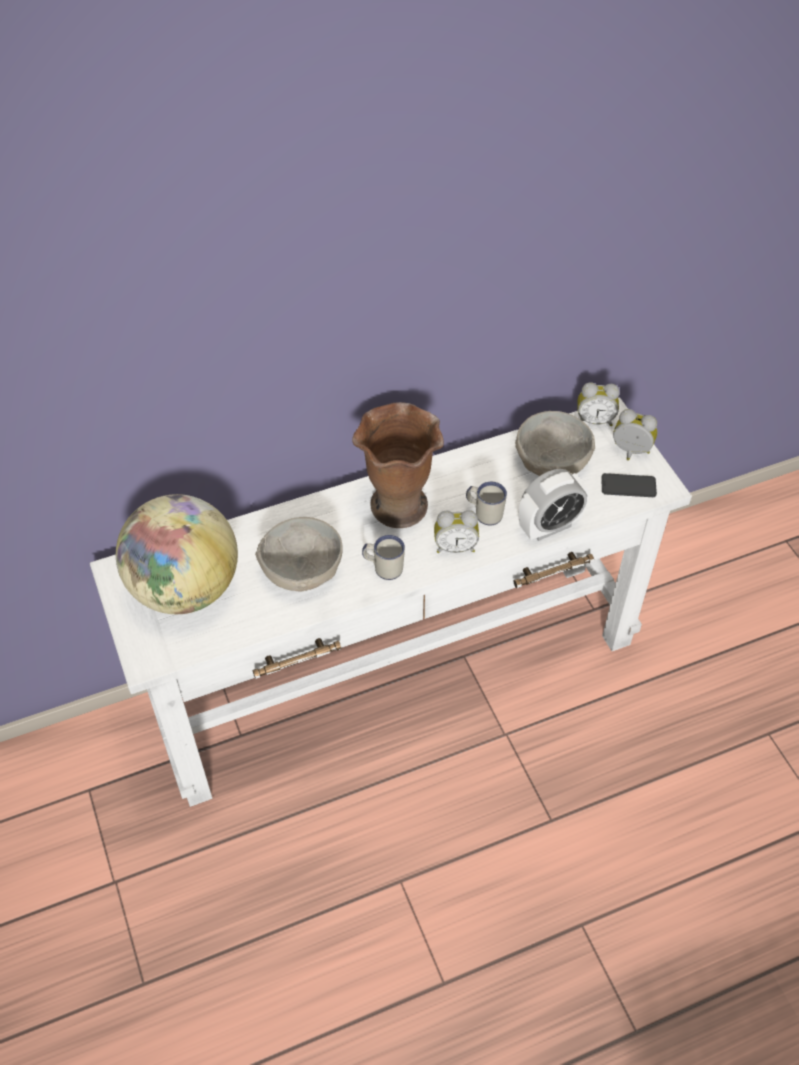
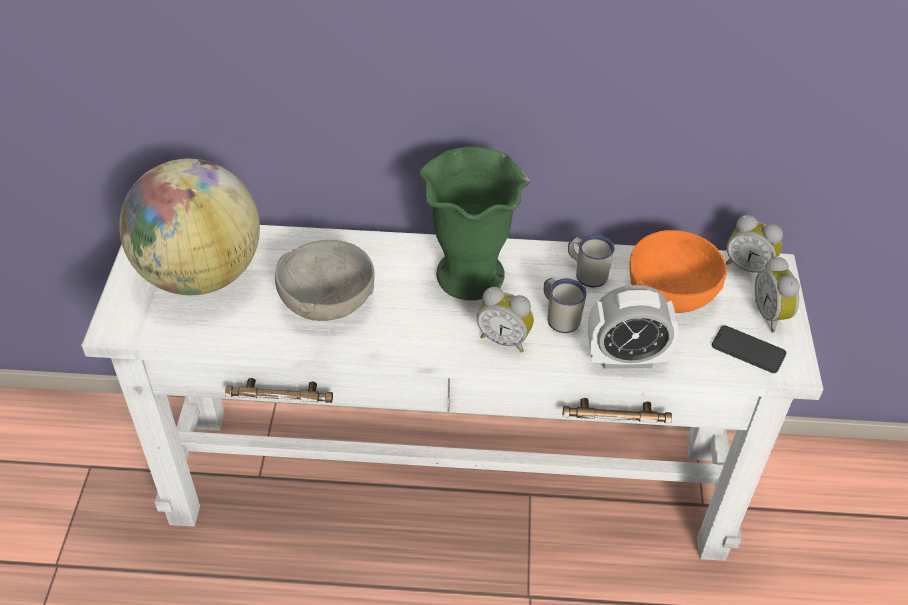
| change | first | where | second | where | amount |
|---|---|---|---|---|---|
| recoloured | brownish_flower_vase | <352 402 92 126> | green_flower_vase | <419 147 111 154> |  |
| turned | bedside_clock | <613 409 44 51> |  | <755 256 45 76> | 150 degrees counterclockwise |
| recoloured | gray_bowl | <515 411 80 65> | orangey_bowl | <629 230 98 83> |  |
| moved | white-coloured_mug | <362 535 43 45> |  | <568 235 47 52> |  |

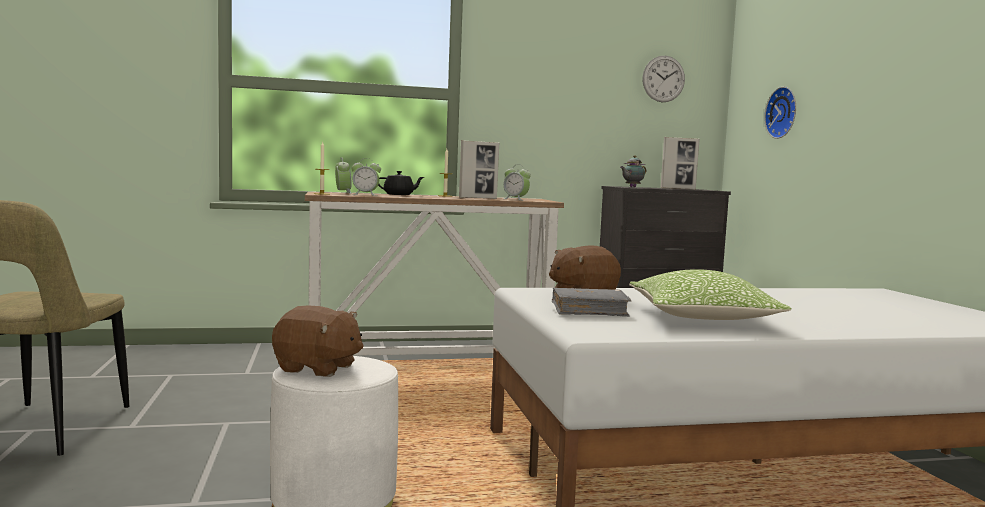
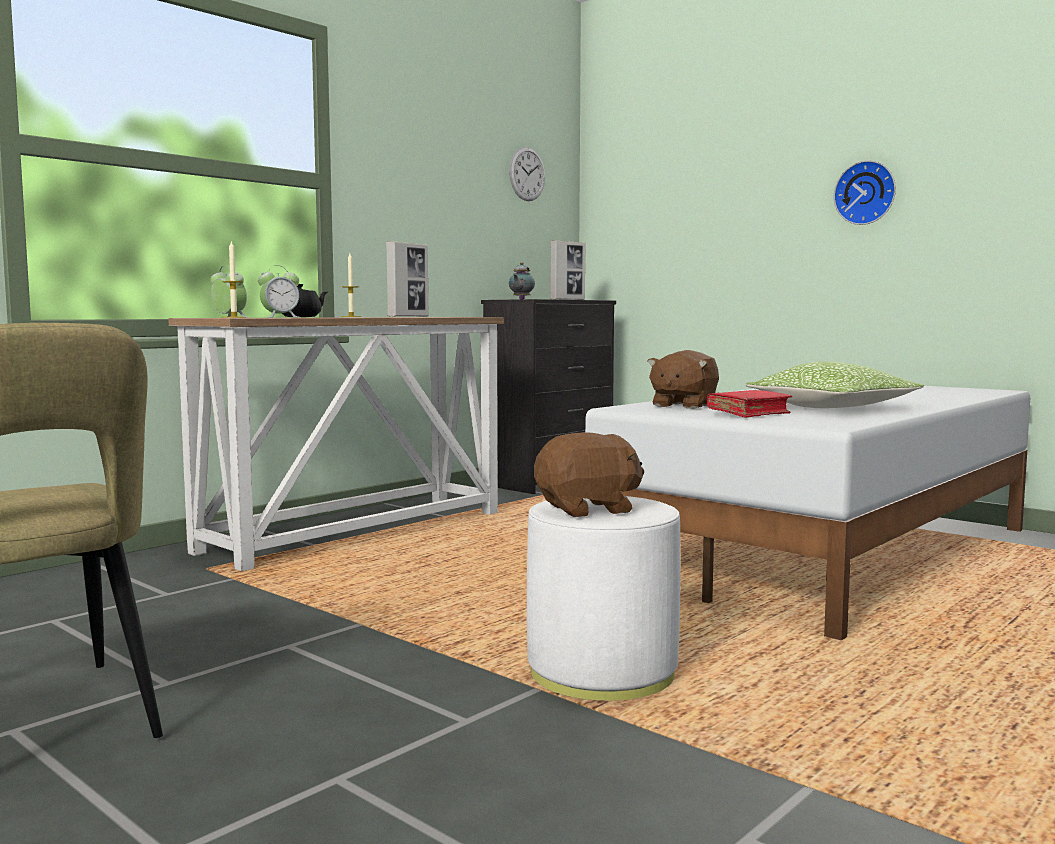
| change | first | where | second | where | amount |
|---|---|---|---|---|---|
| moved | hanging_clock | <764 87 32 52> |  | <834 160 62 65> |  |
| removed | bedside_clock | <504 164 27 36> |  |  |  |
| recoloured | gray_book | <552 288 79 29> | red-coloured_book | <707 390 85 28> |  |

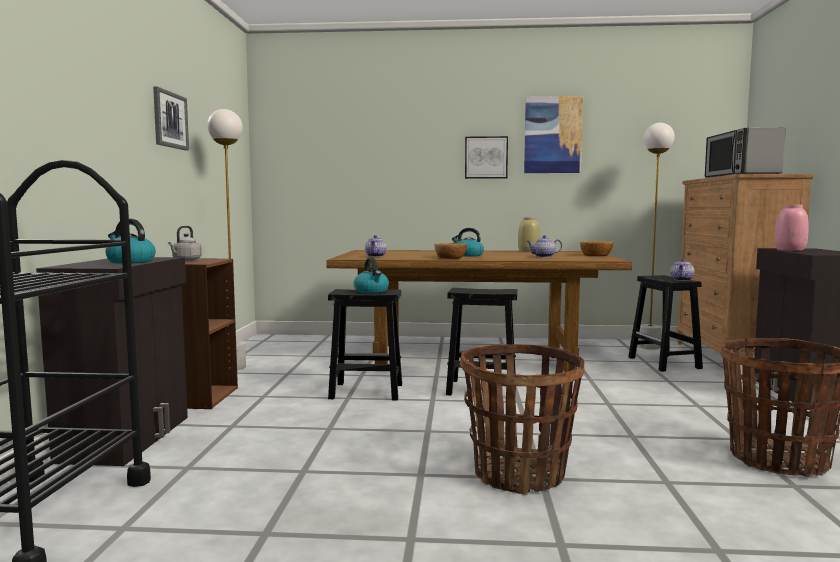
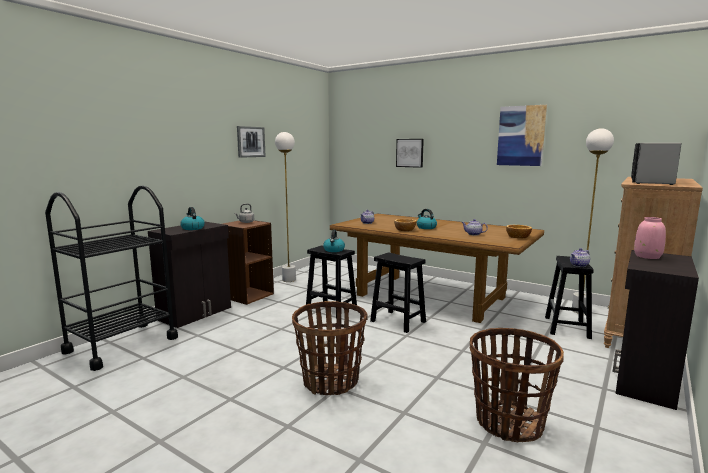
| change | first | where | second | where | amount |
|---|---|---|---|---|---|
| moved | picture | <465 136 43 43> |  | <396 139 28 29> |  |
| removed | beige-coloured_flower_vase | <518 217 22 35> |  |  |  |

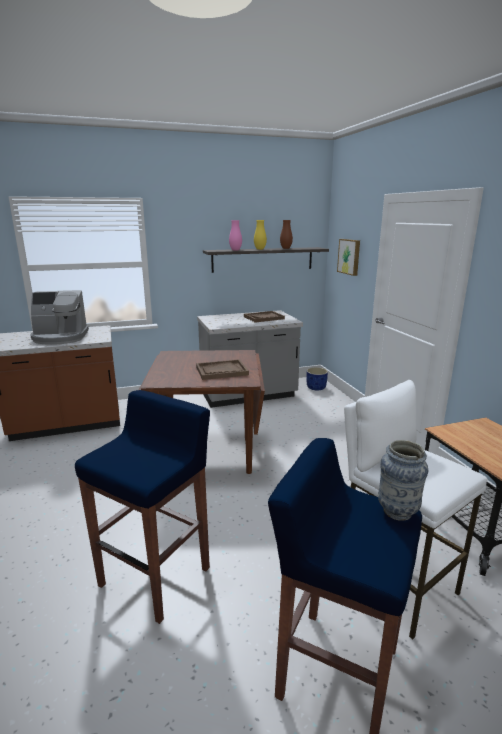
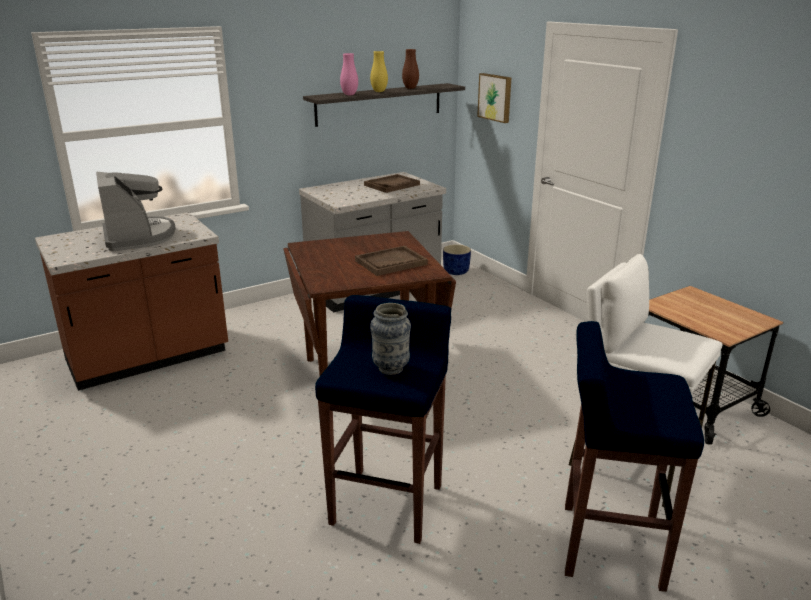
| change | first | where | second | where | amount |
|---|---|---|---|---|---|
| turned | coffee_machine | <30 290 59 55> |  | <96 171 80 80> | 90 degrees counterclockwise |
| moved | flower_vase | <378 440 50 81> |  | <370 303 41 72> |  |

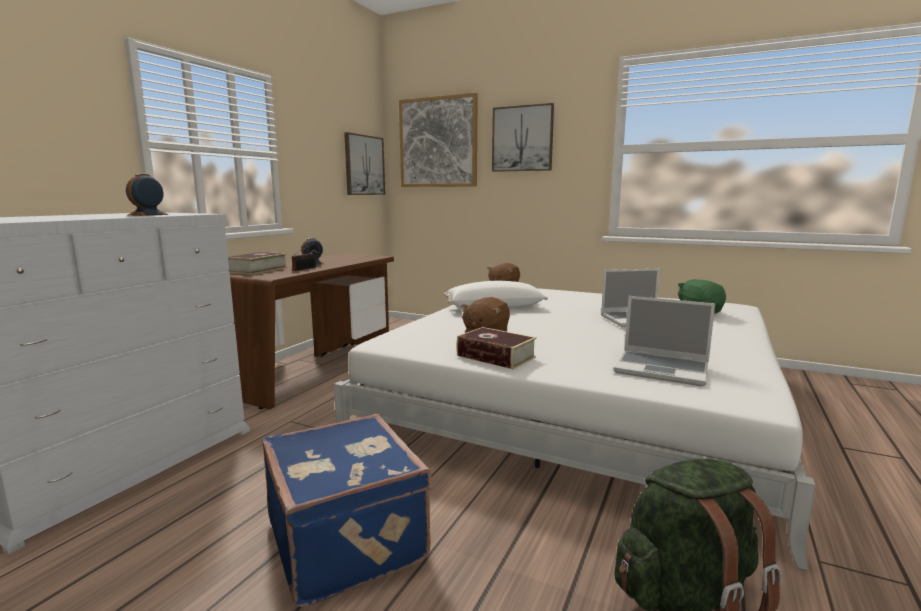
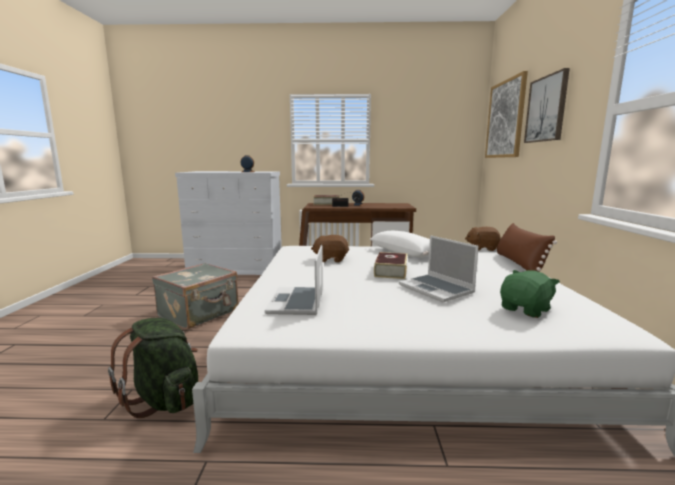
| change | first | where | second | where | amount |
|---|---|---|---|---|---|
| removed | picture | <344 132 41 63> |  |  |  |
| moved | book | <457 327 80 42> |  | <374 252 34 27> |  |
| recoloured | blue_piece_of_luggage | <262 414 170 194> | gray_piece_of_luggage | <152 263 86 67> |  |
| added |  |  | brownish_cushion | <497 223 60 49> |  |

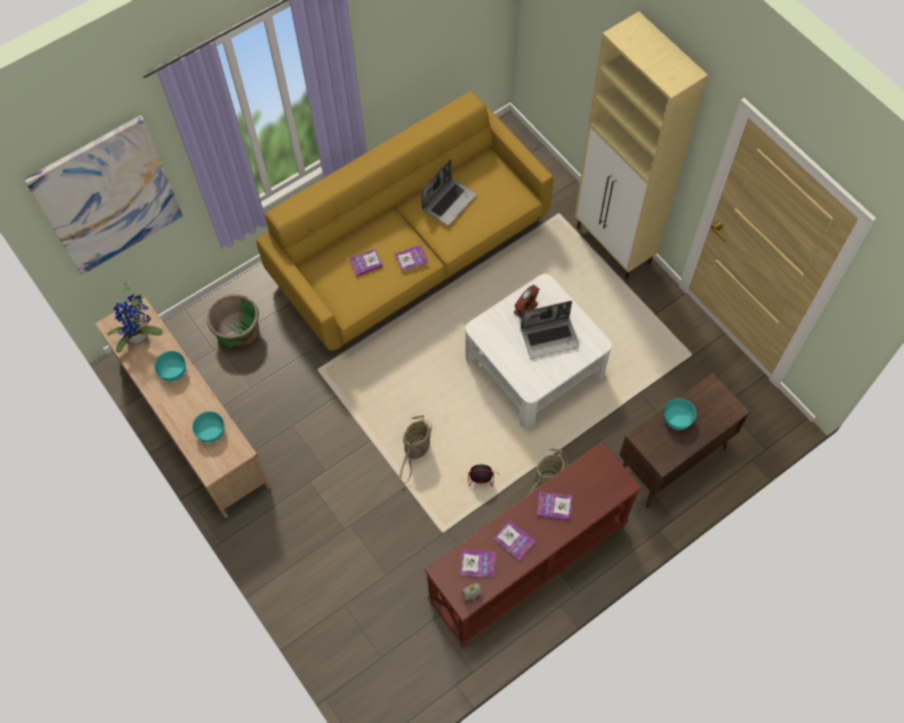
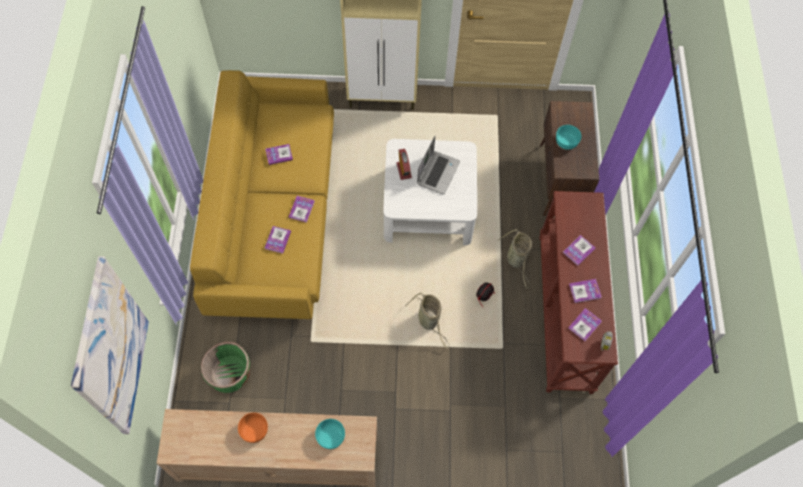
| change | first | where | second | where | amount |
|---|---|---|---|---|---|
| replaced | portable_computer | <421 159 56 67> | book | <265 144 28 21> |  |
| removed | houseplant | <107 277 56 76> |  |  |  |
| recoloured | turquoise_bowl | <155 351 31 31> | orangey_bowl | <238 413 30 30> |  |

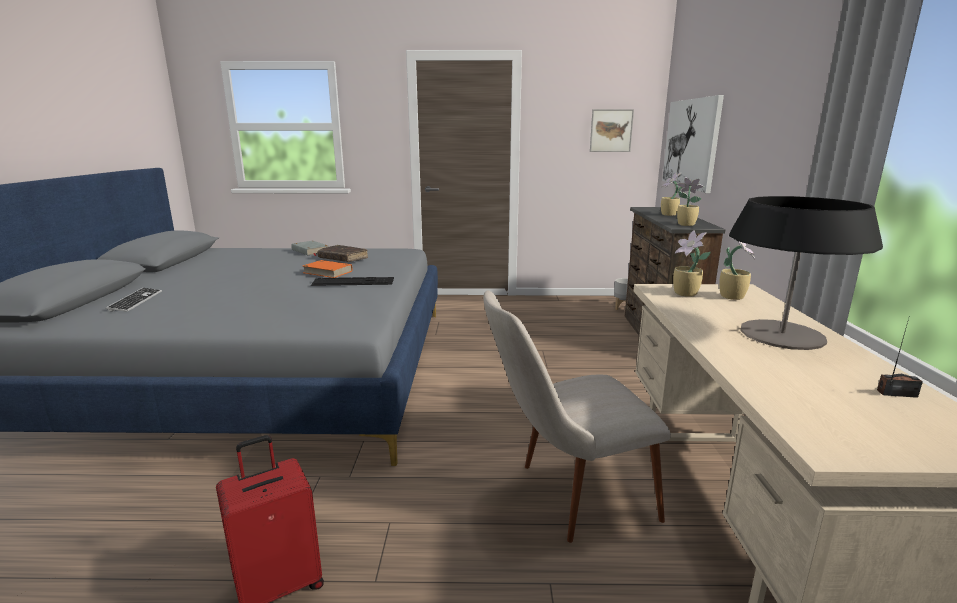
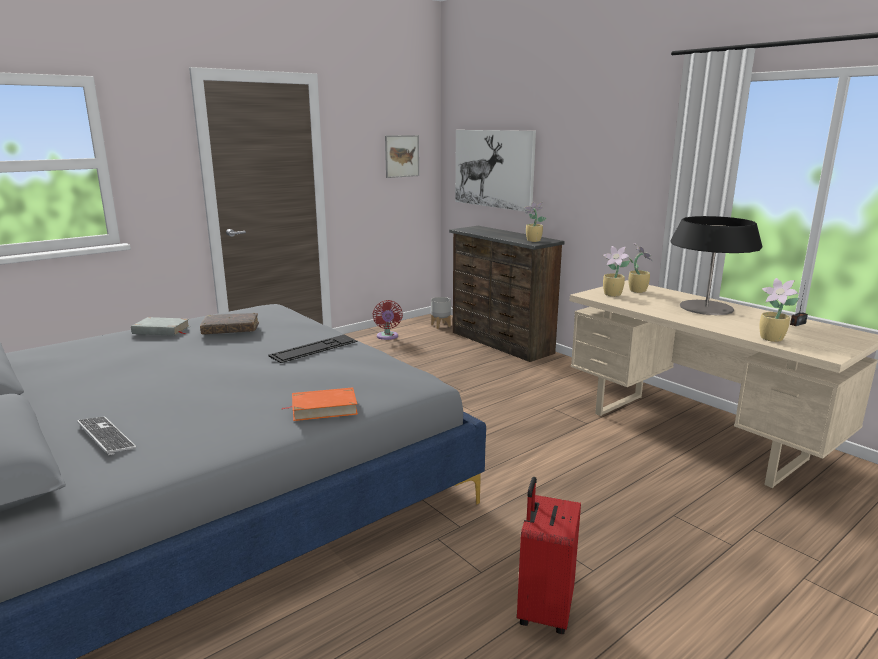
| change | first | where | second | where | amount |
|---|---|---|---|---|---|
| moved | houseplant | <661 172 21 44> |  | <759 278 40 64> |  |
| moved | orangey_book | <303 260 49 18> |  | <282 387 76 34> |  |
| removed | beige-coloured_upright_chair | <483 290 188 253> |  |  |  |
| added |  |  | red-coloured_cooling_fan | <373 300 30 40> |  |

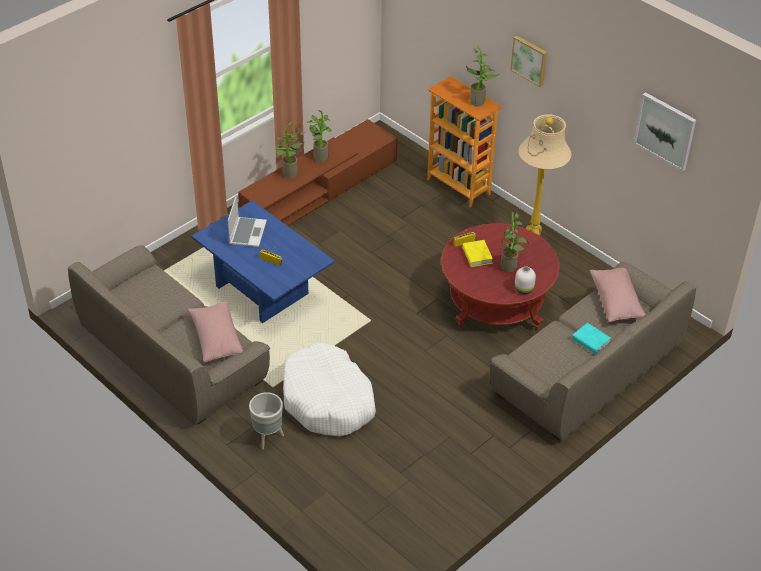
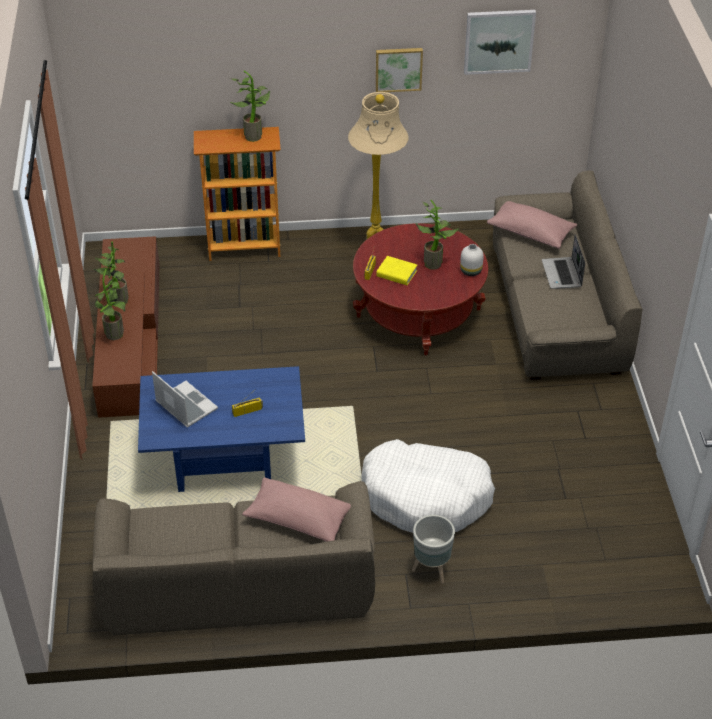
| change | first | where | second | where | amount |
|---|---|---|---|---|---|
| moved | picture | <510 36 37 51> |  | <376 48 47 44> |  |
| replaced | turquoise_book | <572 323 39 31> | portable_computer | <542 234 43 55> |  |

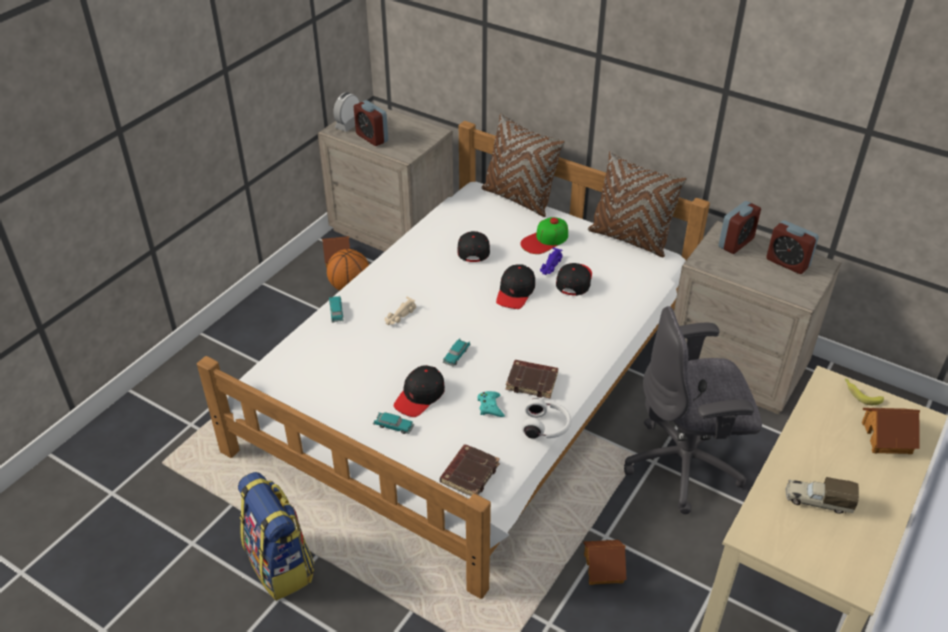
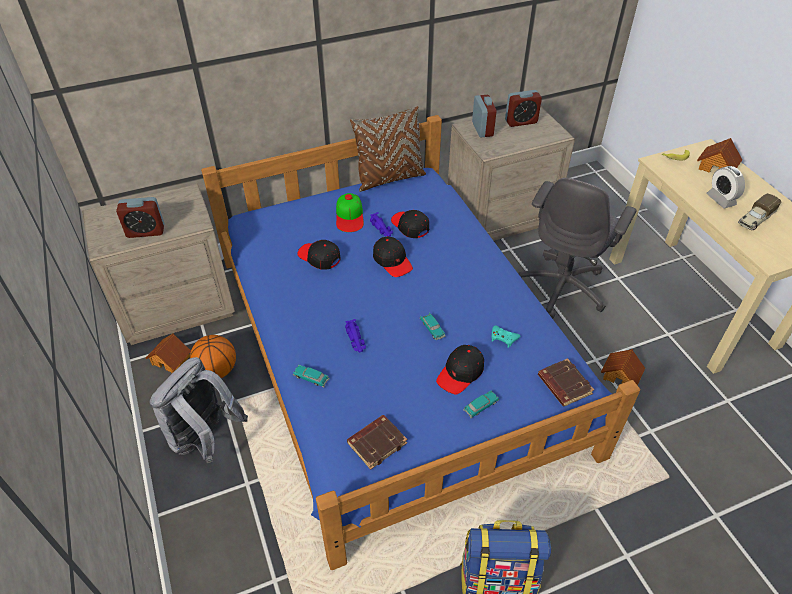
| change | first | where | second | where | amount |
|---|---|---|---|---|---|
| moved | bedside_clock | <333 92 26 40> |  | <706 166 39 43> |  |
| removed | brownish_cushion | <481 113 84 104> |  |  |  |
| recoloured | white-coloured_bed | <197 121 513 478> | blue_bed | <201 115 440 455> |  |
| recoloured | beige-coloured_model_car | <384 296 32 29> | purplish_model_car | <345 319 21 33> |  |
| moved | brownish_book | <505 360 53 38> |  | <347 415 60 55> |  |
| turned | blackish_cap | <394 365 51 52> |  | <436 345 48 49> | 60 degrees clockwise |
| removed | white-coloured_headset | <522 398 49 41> |  |  |  |
| added |  |  | gray_rucksack | <149 357 99 106> |  |

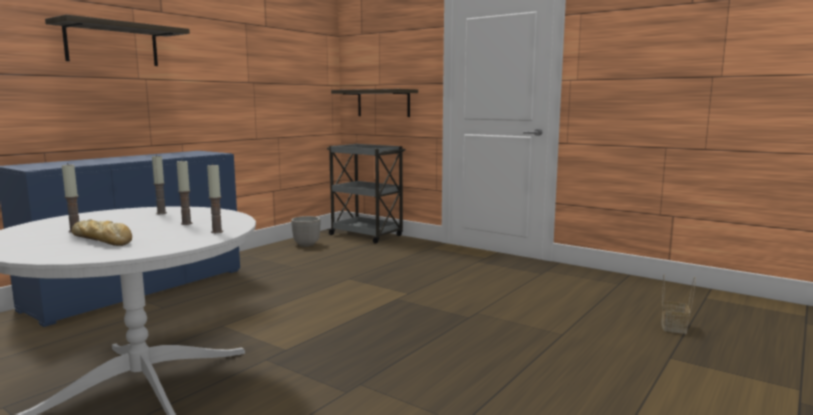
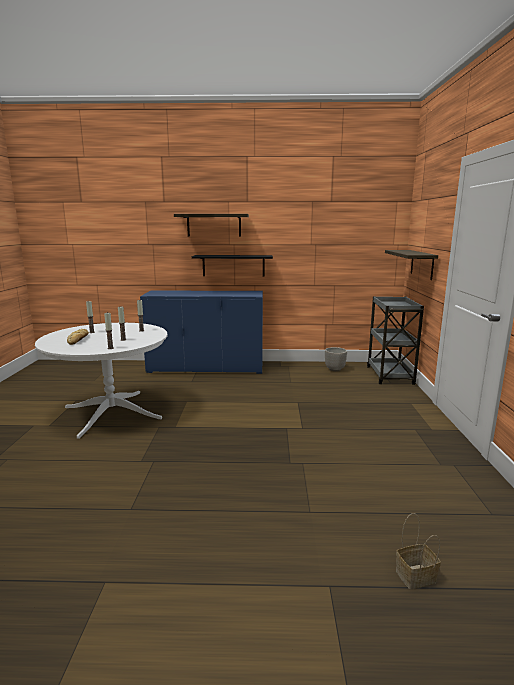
| change | first | where | second | where | amount |
|---|---|---|---|---|---|
| added |  |  | blackish_wall_shelf | <192 255 81 21> |  |

